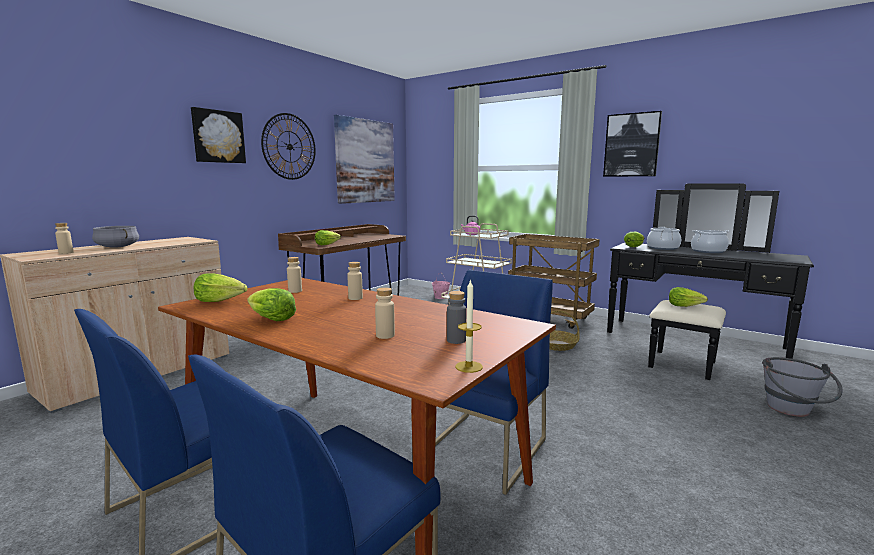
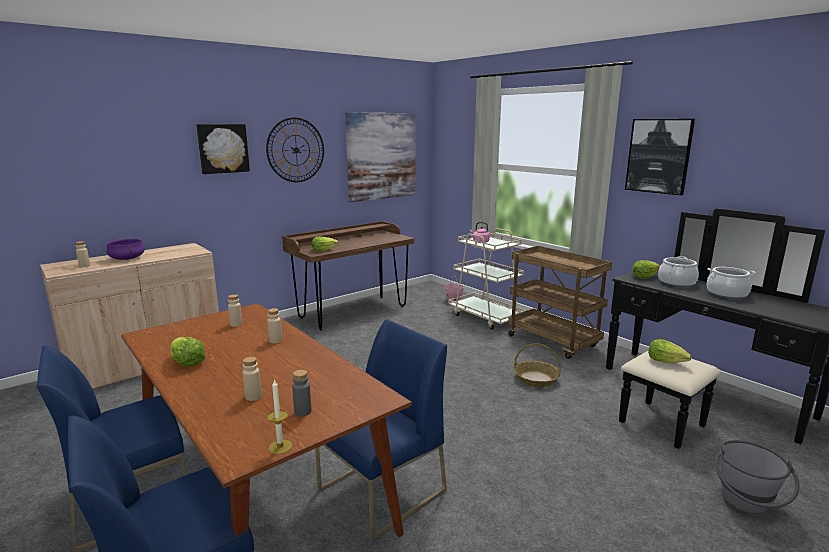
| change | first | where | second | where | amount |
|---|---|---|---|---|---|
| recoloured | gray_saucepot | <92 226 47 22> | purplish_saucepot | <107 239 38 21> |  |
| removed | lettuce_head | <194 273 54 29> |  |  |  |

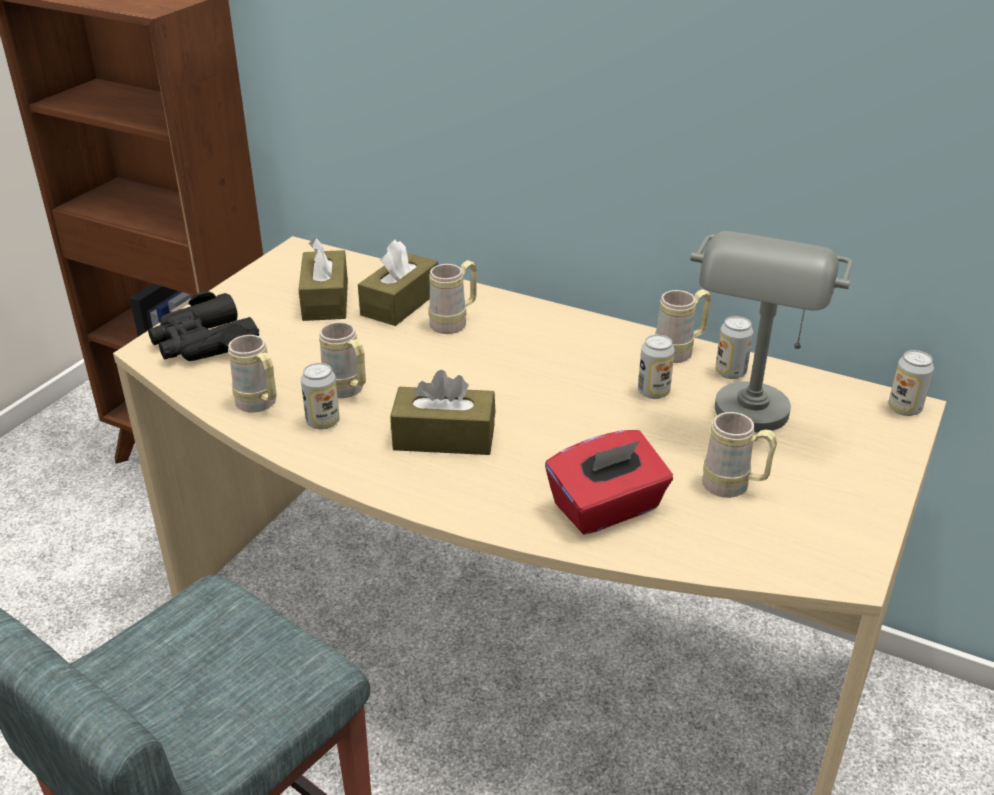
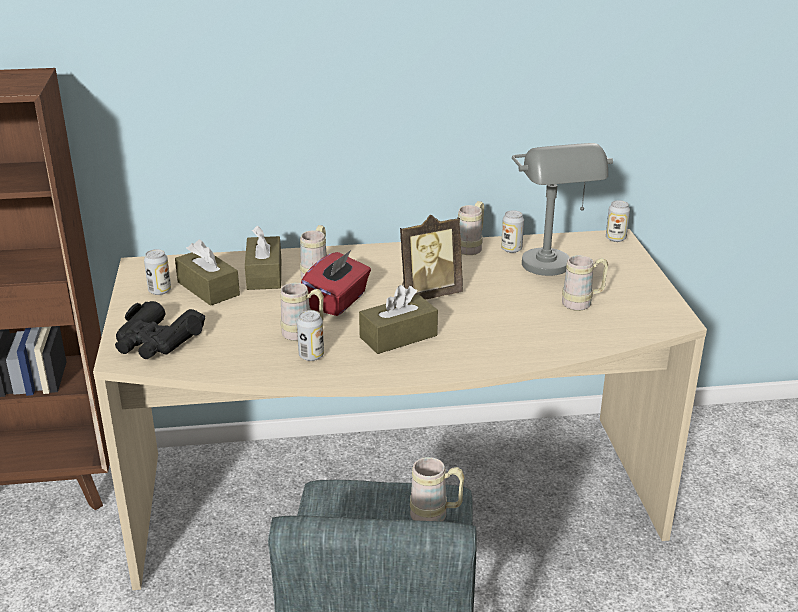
| change | first | where | second | where | amount |
|---|---|---|---|---|---|
| moved | beige-coloured_mug | <228 335 48 78> |  | <410 457 54 64> |  |
| moved | sealed_can | <638 335 37 64> |  | <144 249 27 46> |  |
| moved | red-coloured_tissue_box | <545 430 128 105> |  | <301 250 70 66> |  |
| added |  |  | standing_frame | <400 215 63 85> |  |

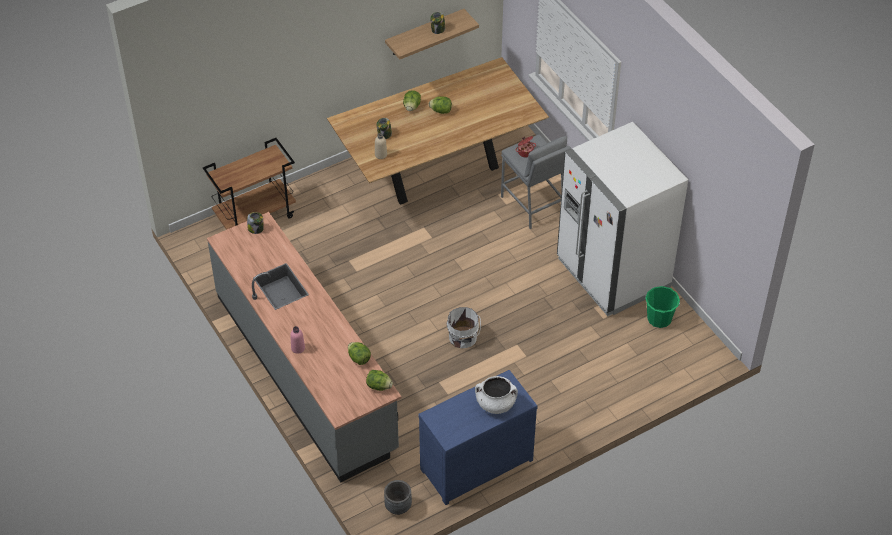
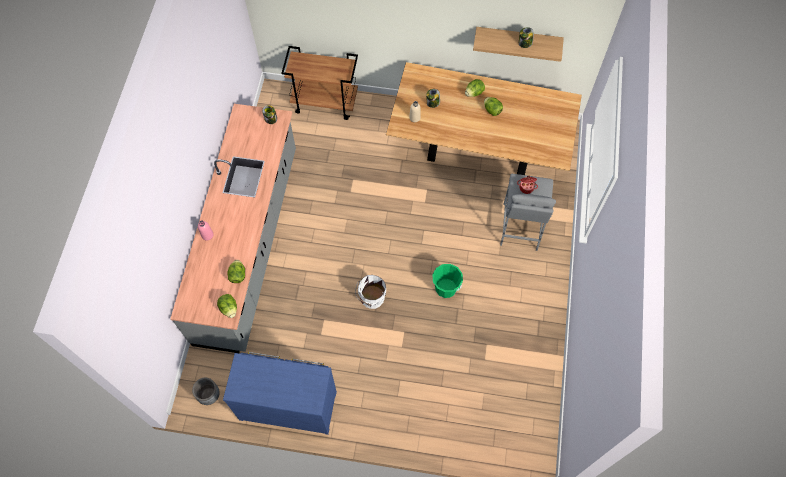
| change | first | where | second | where | amount |
|---|---|---|---|---|---|
| removed | white-coloured_refrigerator | <557 122 131 194> |  |  |  |
| moved | green_bucket | <645 286 35 42> |  | <433 264 30 34> |  |
| removed | white-coloured_saucepot | <475 376 43 38> |  |  |  |

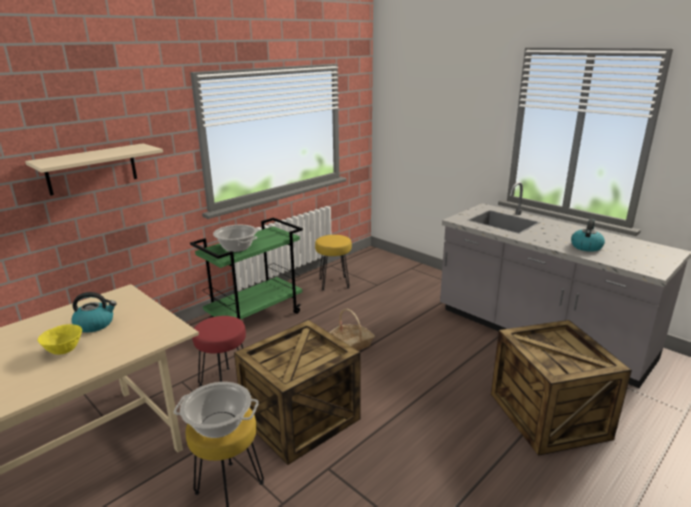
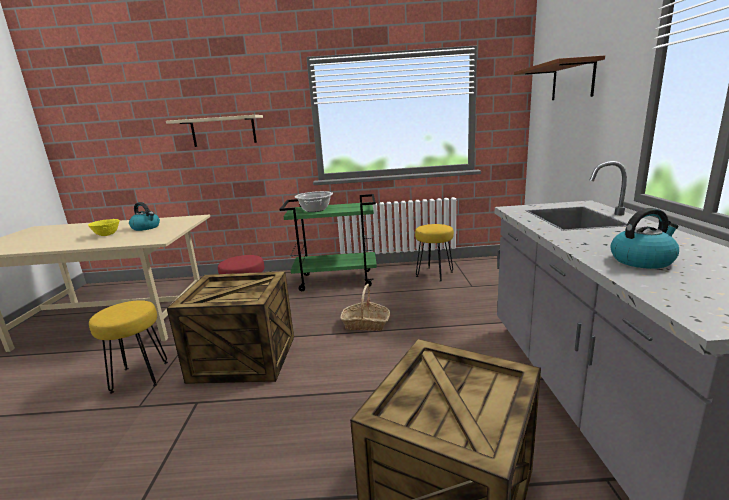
| change | first | where | second | where | amount |
|---|---|---|---|---|---|
| removed | saucepot | <173 382 86 56> |  |  |  |
| added |  |  | brownish_wall_shelf | <514 55 91 45> |  |

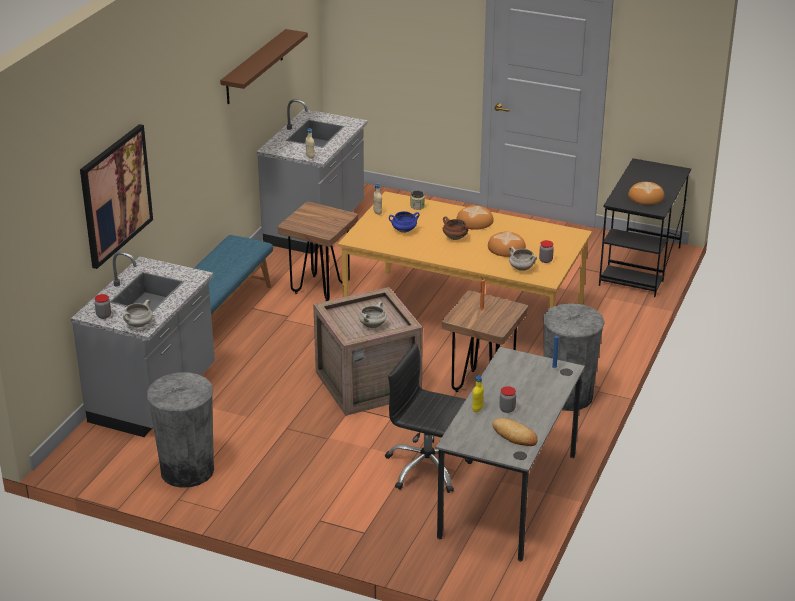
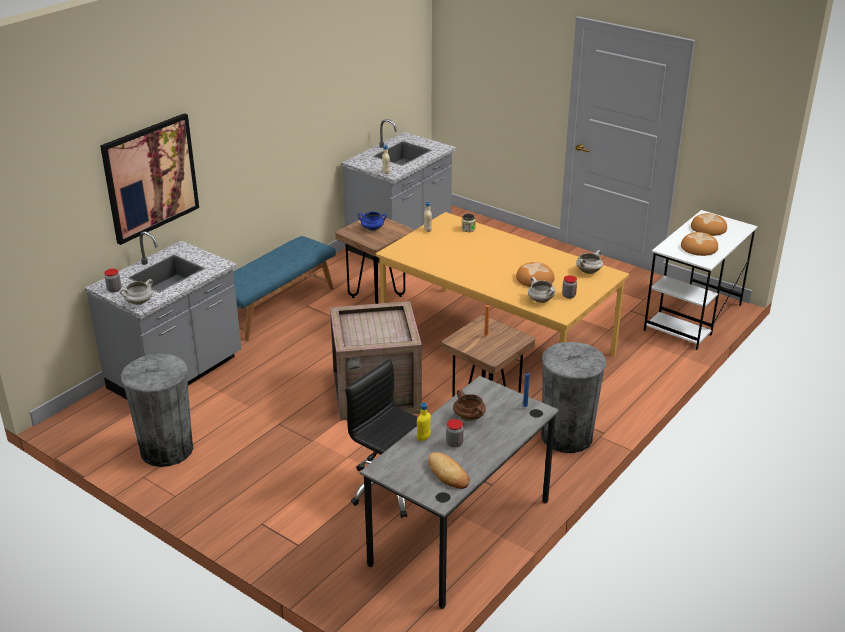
| change | first | where | second | where | amount |
|---|---|---|---|---|---|
| removed | brownish_wall_shelf | <220 29 88 75> |  |  |  |
| recoloured | blackish_desk | <599 158 92 139> | white-coloured_desk | <643 210 115 140> |  |
| moved | bakery_bread | <456 205 38 25> |  | <691 213 36 23> |  |
| moved | blue_saucepot | <389 211 31 22> |  | <358 212 29 19> |  |
| moved | brownish_saucepot | <443 216 25 24> |  | <453 389 33 32> |  |
| moved | white-coloured_saucepot | <359 302 28 26> |  | <576 250 27 24> |  |

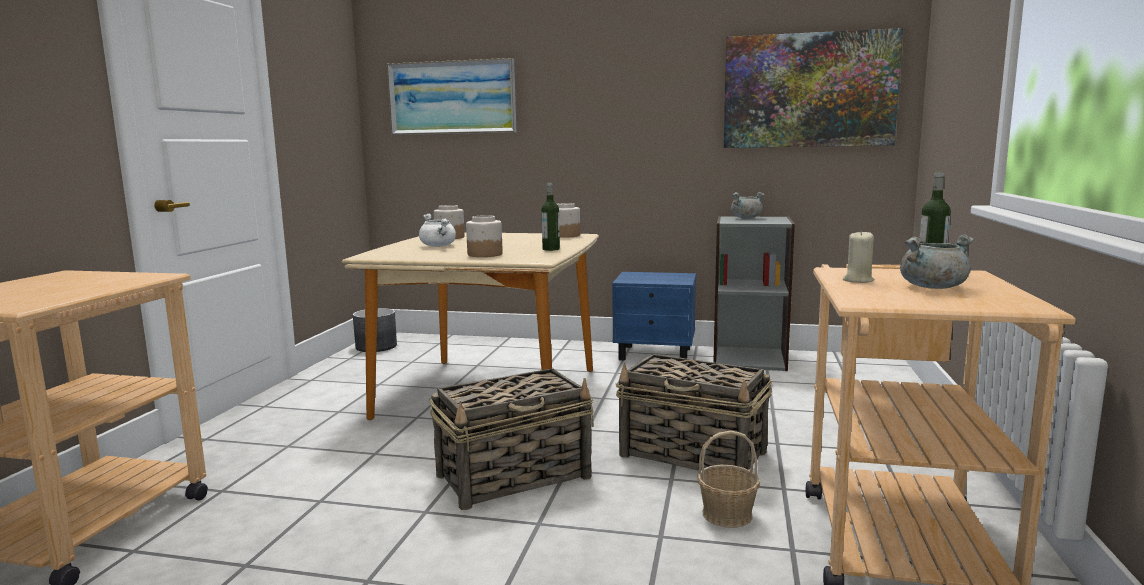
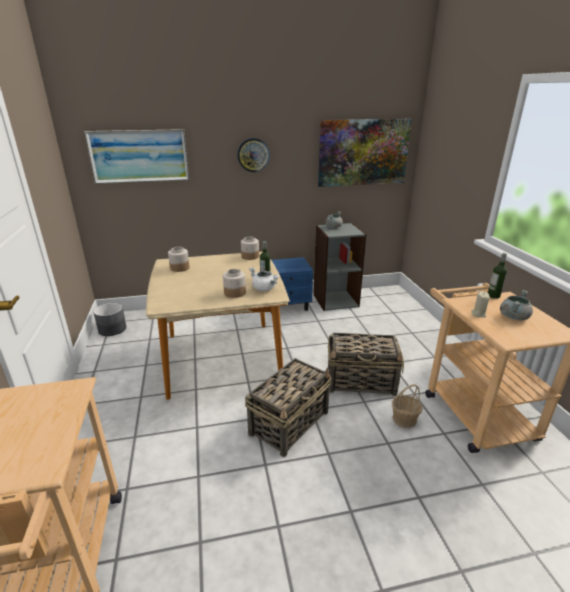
| change | first | where | second | where | amount |
|---|---|---|---|---|---|
| moved | white-coloured_saucepot | <419 214 37 33> |  | <249 267 31 24> |  |
| added |  |  | hanging_clock | <237 138 33 34> |  |

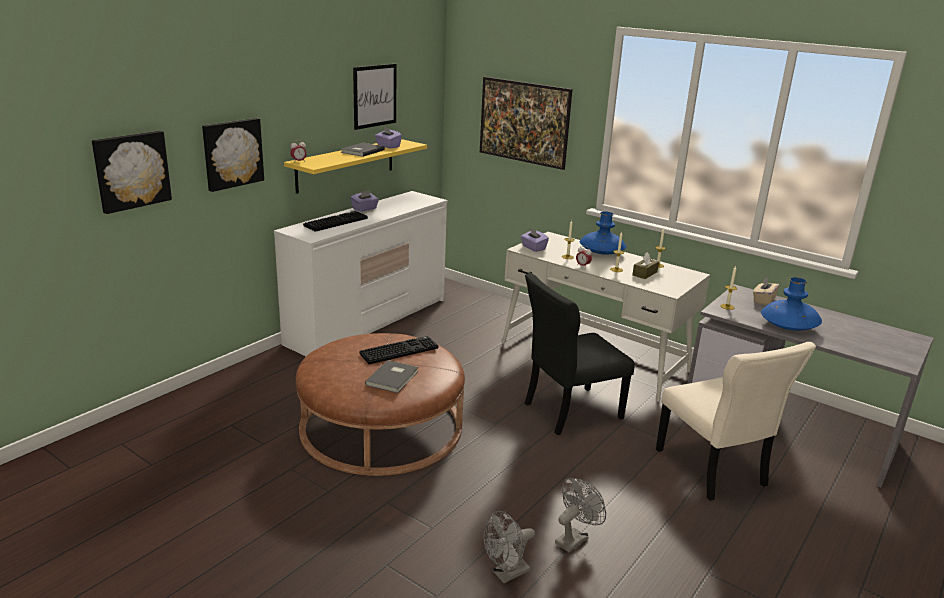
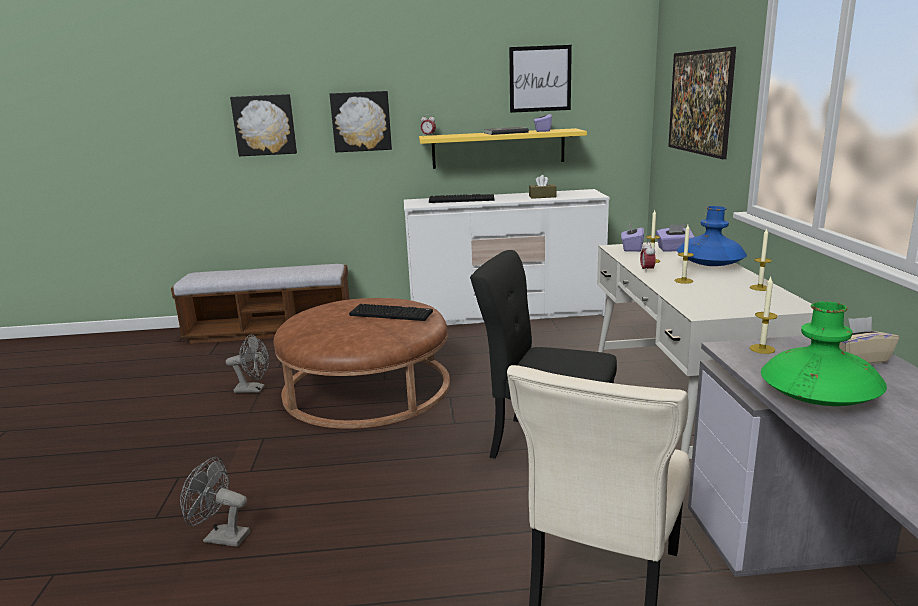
| change | first | where | second | where | amount |
|---|---|---|---|---|---|
| moved | purplish_tissue_box | <350 190 29 22> |  | <656 224 38 28> |  |
| moved | brownish_tissue_box | <632 252 27 27> |  | <529 175 28 24> |  |
| recoloured | blue_flower_vase | <761 277 61 54> | green_flower_vase | <761 301 126 105> |  |
| removed | gray_book | <365 360 53 33> |  |  |  |
| moved | gray_cooling_fan | <555 478 51 75> |  | <226 335 43 58> |  |
| added |  |  | indoor_bench | <171 264 179 80> |  |

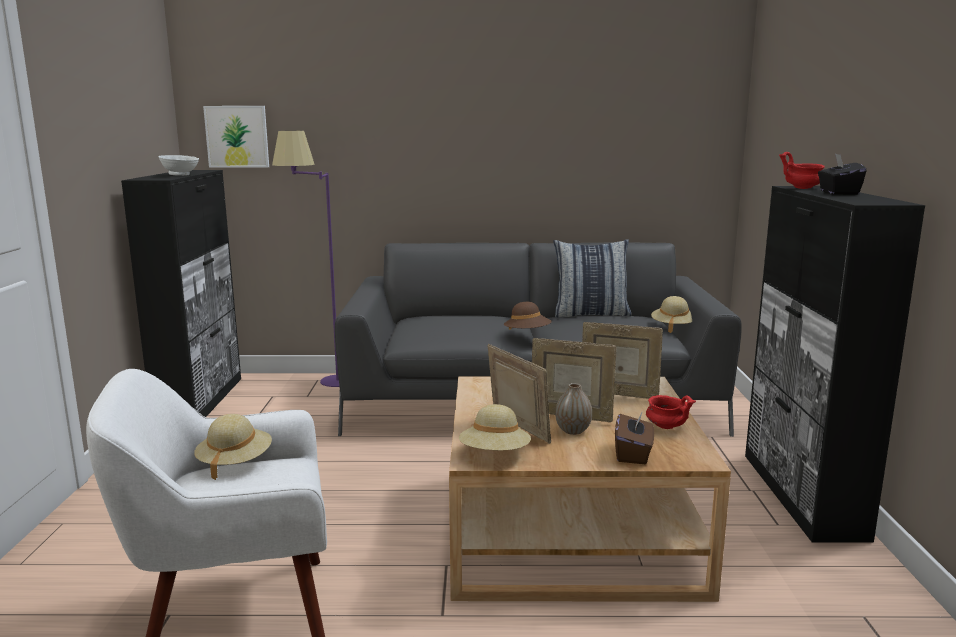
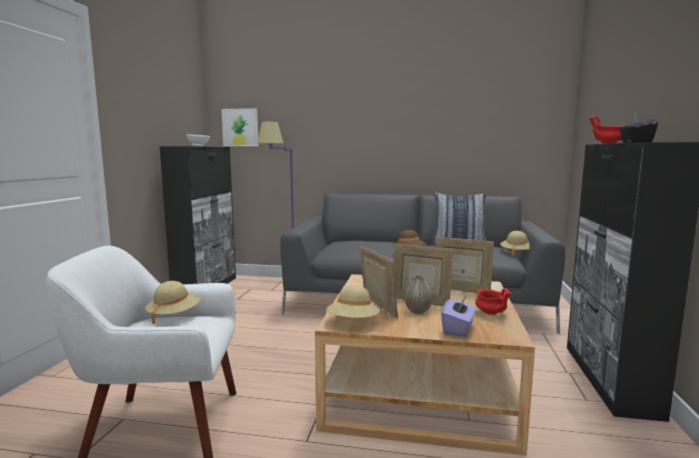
| change | first | where | second | where | amount |
|---|---|---|---|---|---|
| recoloured | brownish_tissue_box | <615 410 39 54> | purplish_tissue_box | <441 295 35 42> |  |

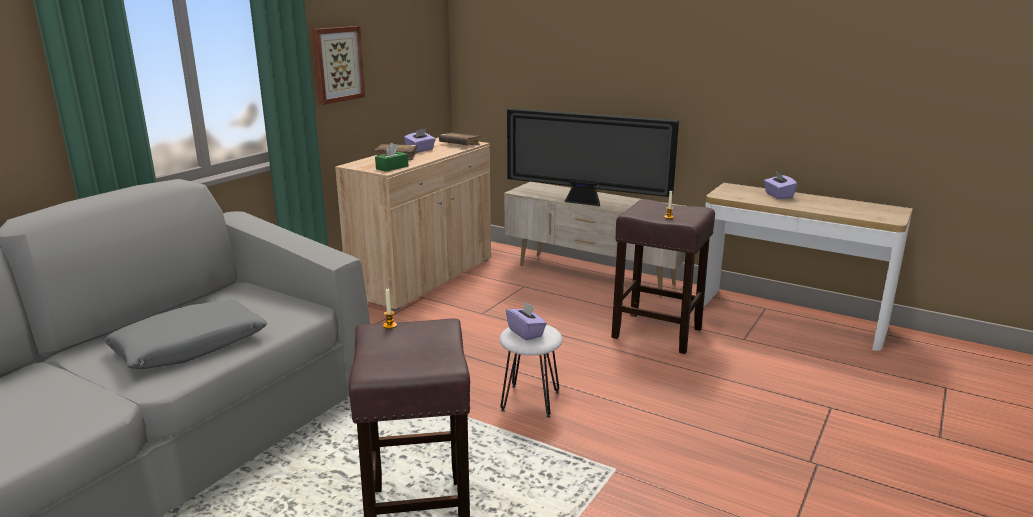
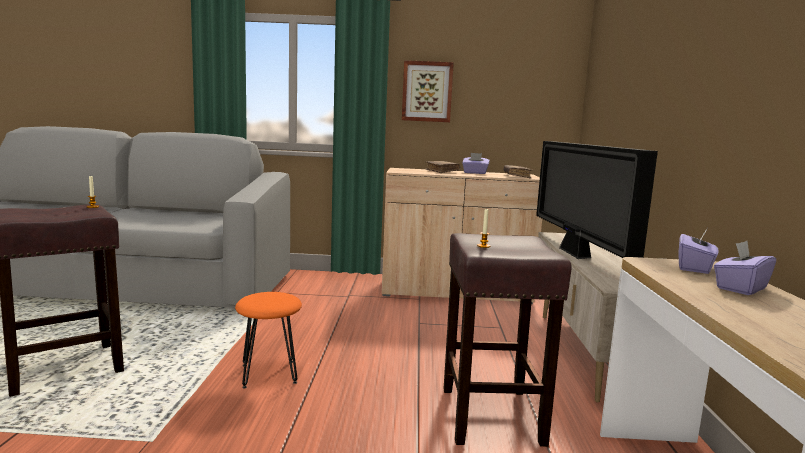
| change | first | where | second | where | amount |
|---|---|---|---|---|---|
| removed | green_tissue_box | <375 143 33 29> |  |  |  |
| removed | gray_cushion | <104 300 163 69> |  |  |  |
| moved | purplish_tissue_box | <506 302 41 38> |  | <678 229 40 45> |  |
| recoloured | white-coloured_stool | <499 325 64 93> | orangey_stool | <235 292 67 96> |  |

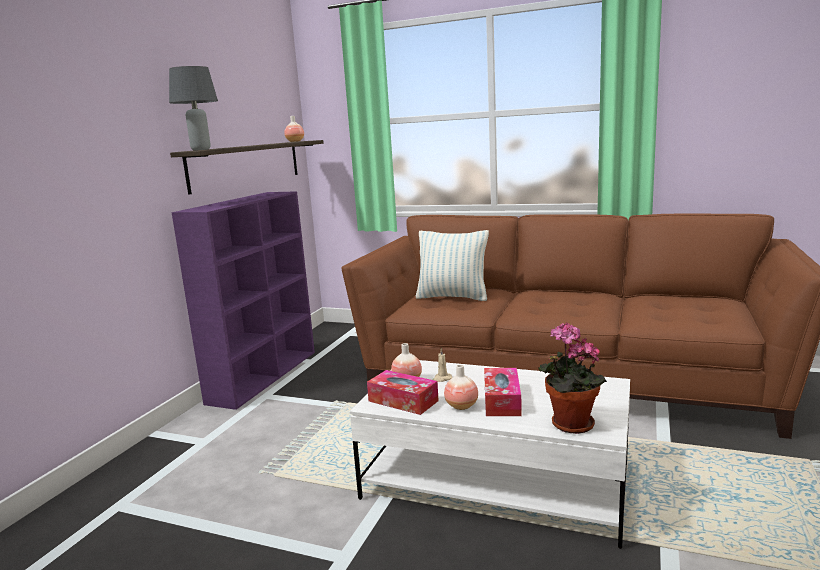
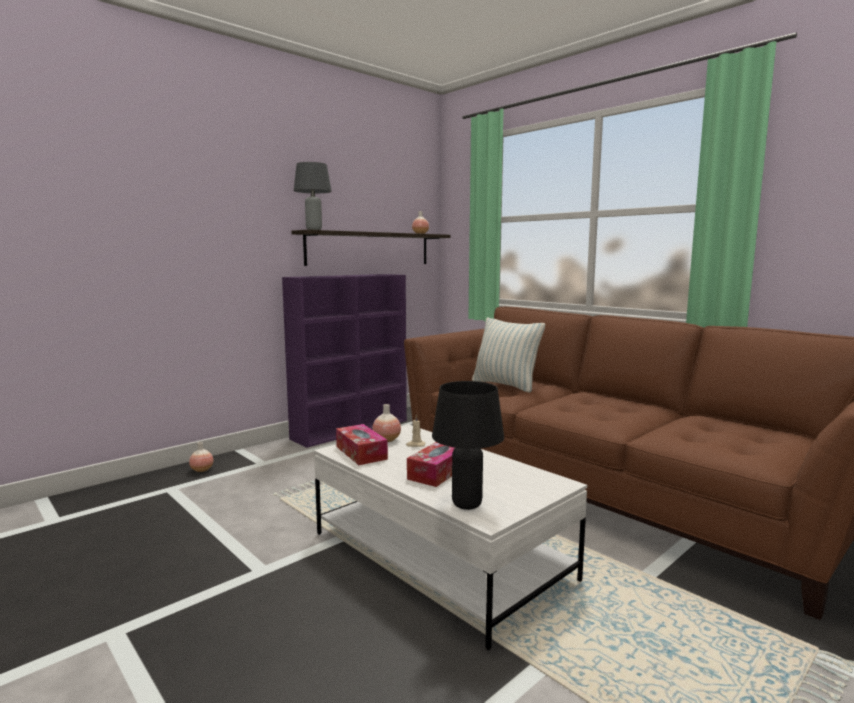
| change | first | where | second | where | amount |
|---|---|---|---|---|---|
| replaced | houseplant | <539 322 68 112> | blackish_table_lamp | <432 381 72 129> |  |
| moved | flower_vase | <444 364 34 46> |  | <189 442 24 30> |  |

